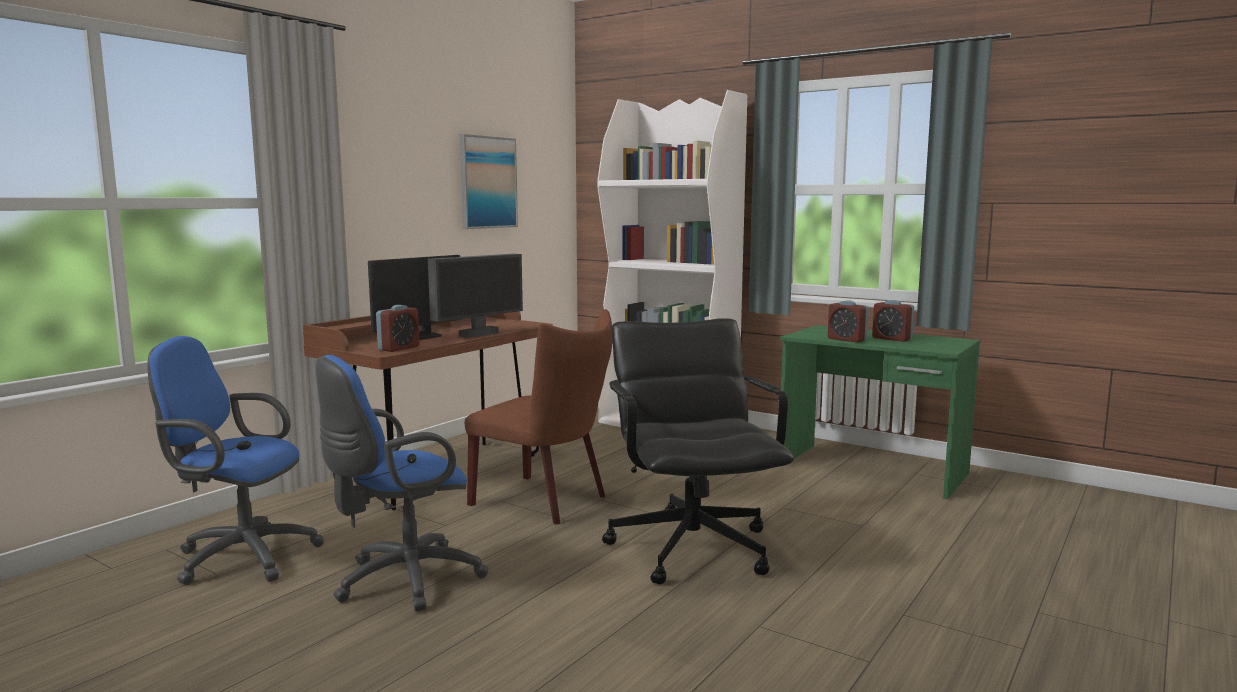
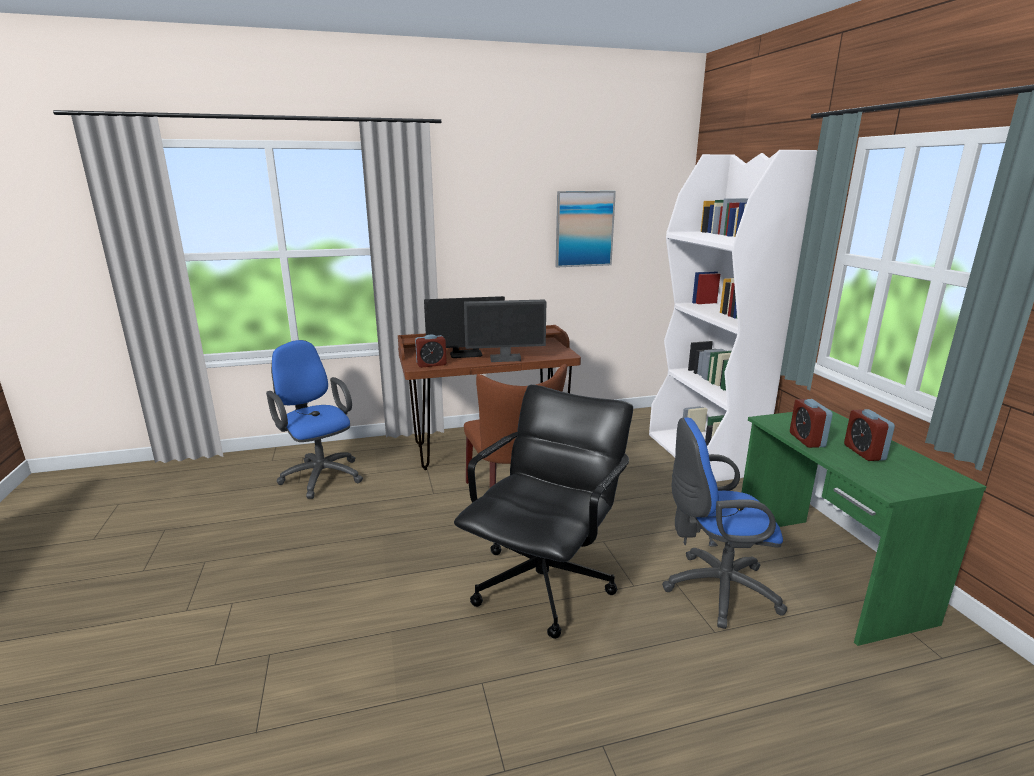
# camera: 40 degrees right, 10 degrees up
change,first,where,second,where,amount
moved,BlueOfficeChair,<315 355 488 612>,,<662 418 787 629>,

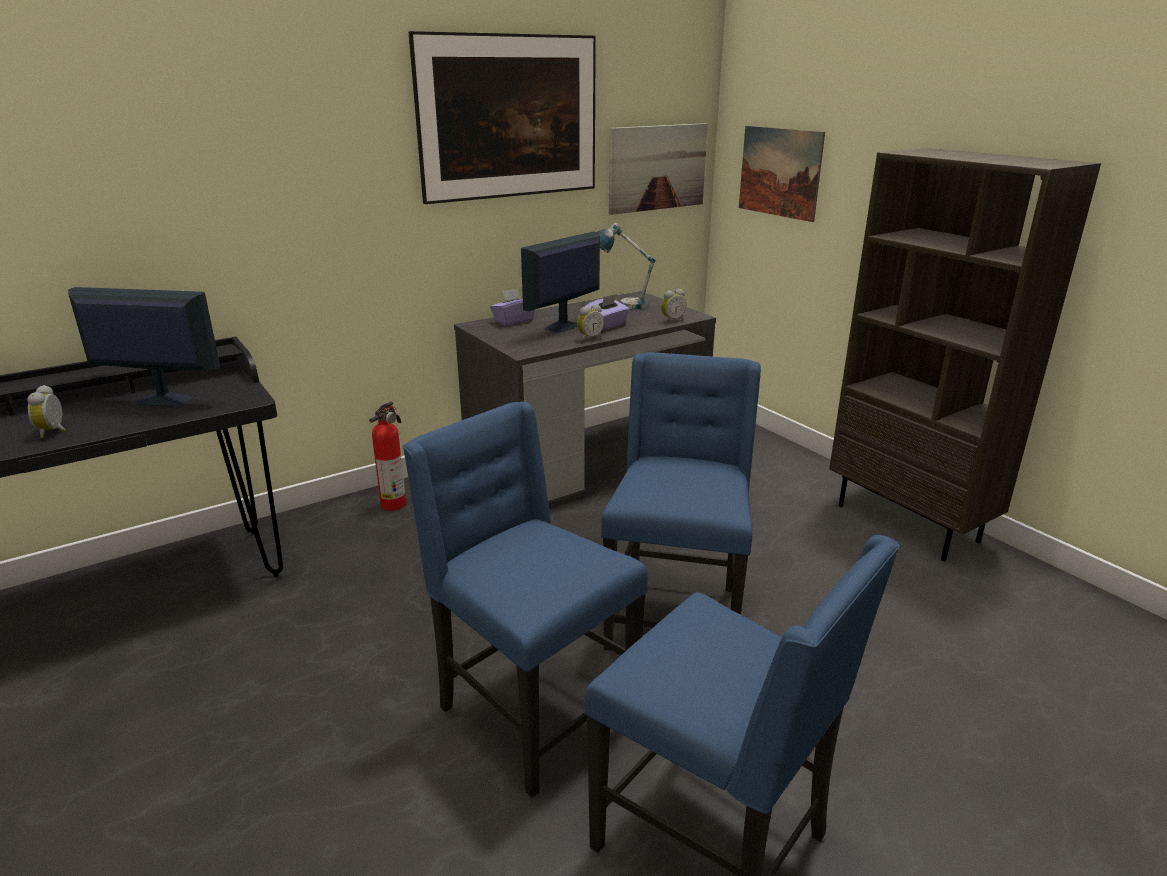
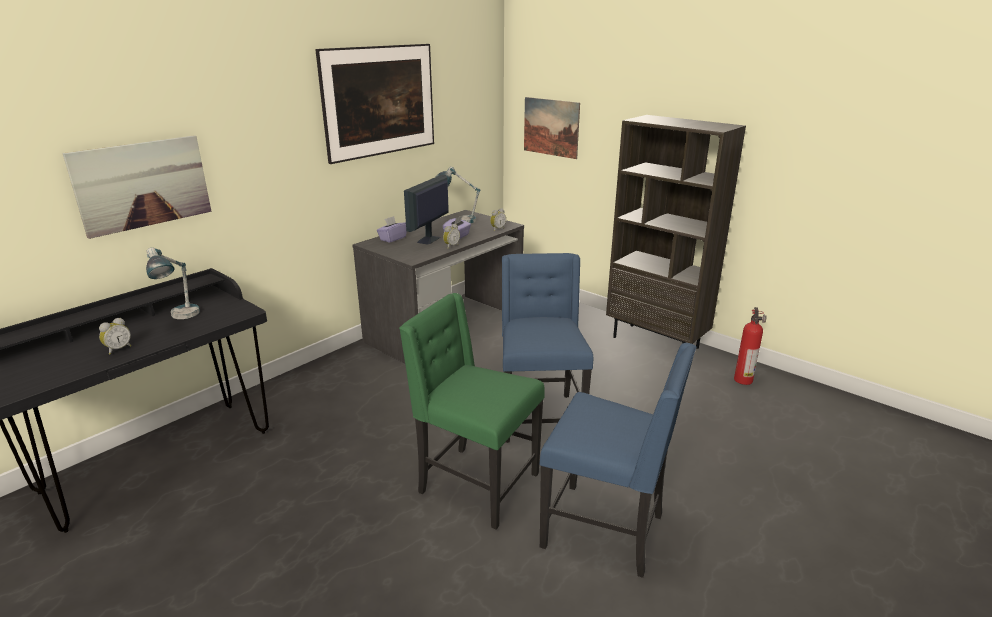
# camera: 15 degrees left, 0 degrees up
change,first,where,second,where,amount
moved,Picture,<609 123 708 215>,,<62 135 211 239>,
replaced,Monitor,<68 287 220 407>,TableLamp,<146 247 200 319>,
turned,AlarmClock,<27 385 65 438>,,<99 317 131 355>,120 degrees counterclockwise
moved,FireExtinguisher,<369 401 406 511>,,<734 307 767 385>,
recoloured,BlueChair,<402 401 648 798>,GreenChair,<399 293 545 530>,

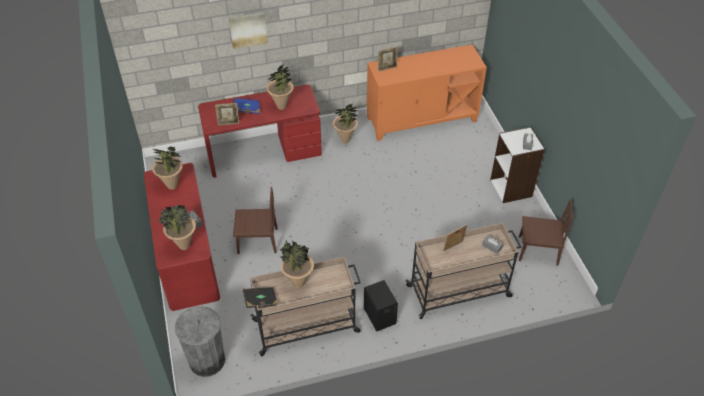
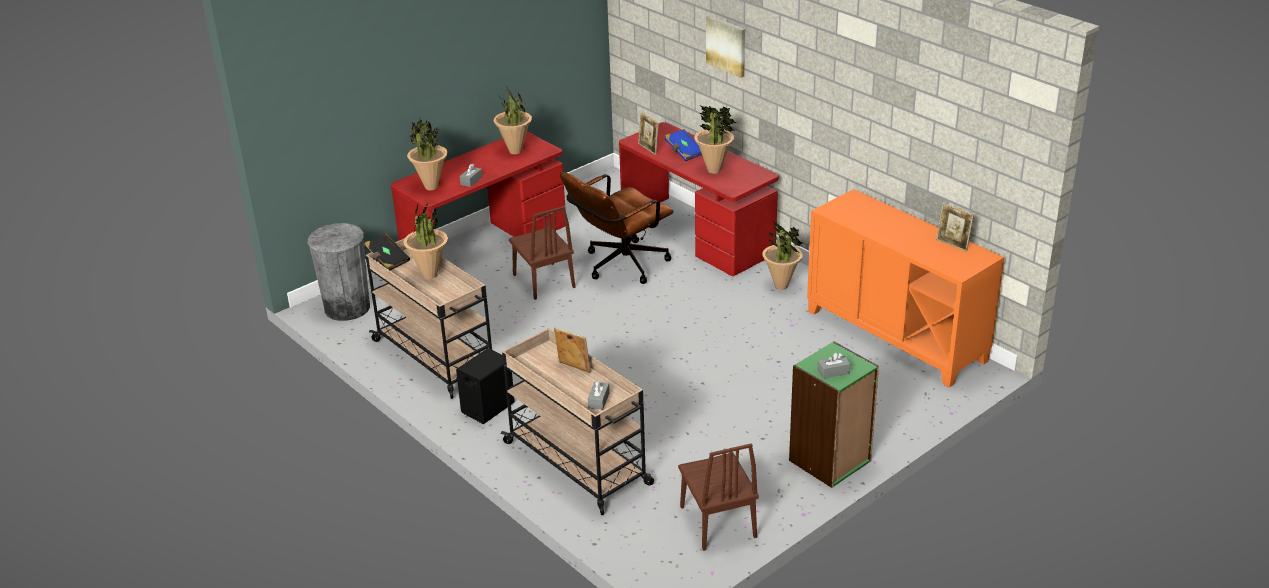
# camera: 65 degrees right, 15 degrees down
change,first,where,second,where,amount
moved,PictureFrame,<378 46 398 72>,,<936 203 974 252>,
recoloured,WhiteBookcase,<490 127 545 203>,GreenBookcase,<789 341 879 488>,
added,,,BrownOfficeChair,<560 172 673 284>,

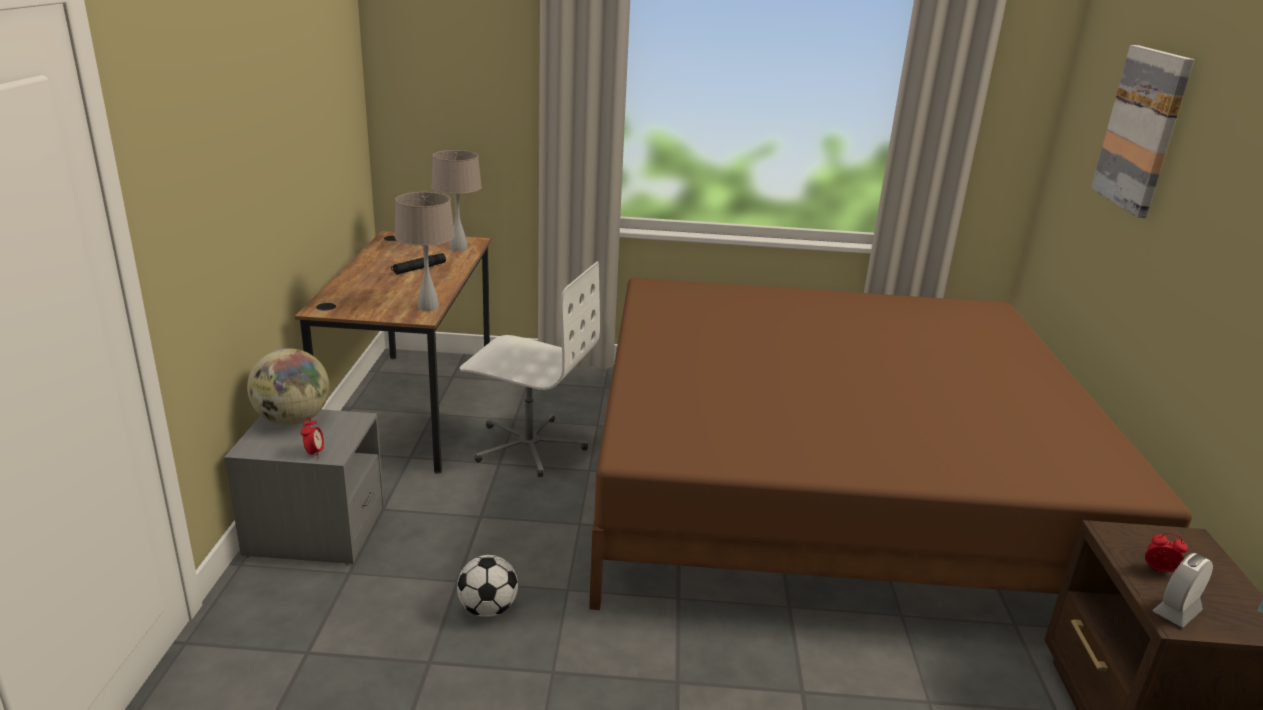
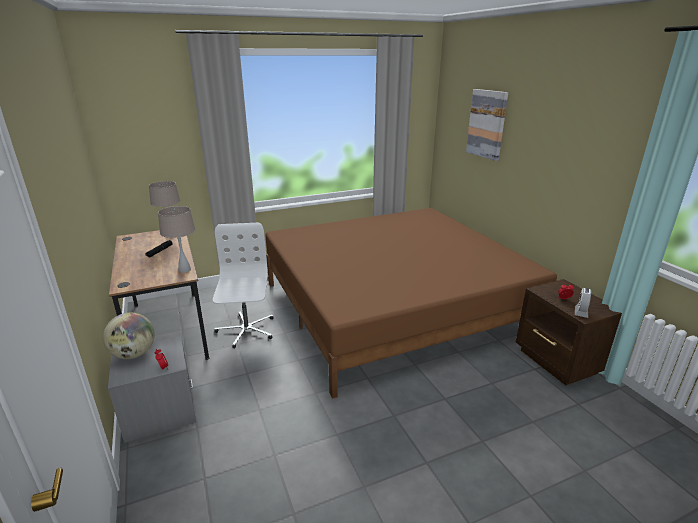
# camera: 25 degrees left, 0 degrees up
change,first,where,second,where,amount
turned,WhiteOfficeChair,<460 261 600 477>,,<213 223 274 348>,90 degrees counterclockwise
removed,Football,<457 555 518 617>,,,

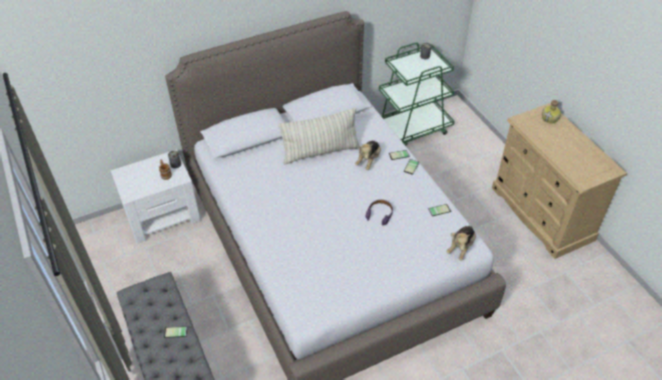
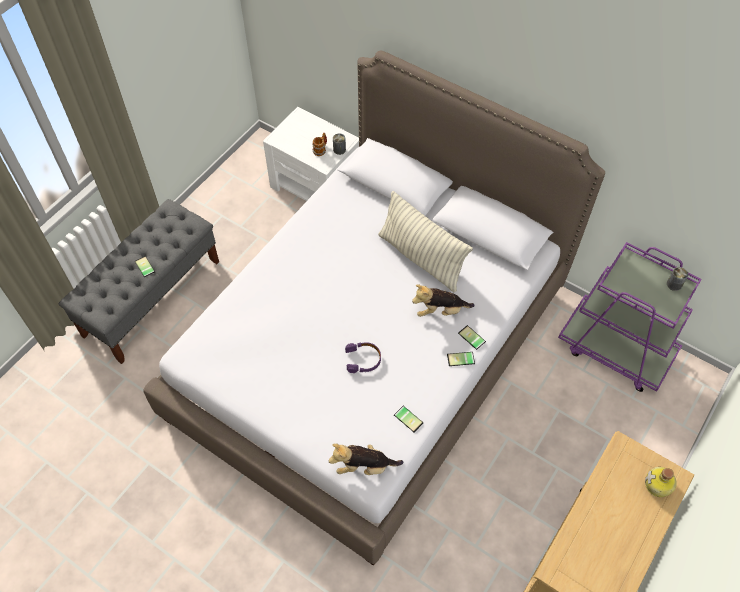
# camera: 60 degrees right, 10 degrees up
change,first,where,second,where,amount
recoloured,GreenCart,<379 42 454 146>,PurpleCart,<558 242 702 392>,

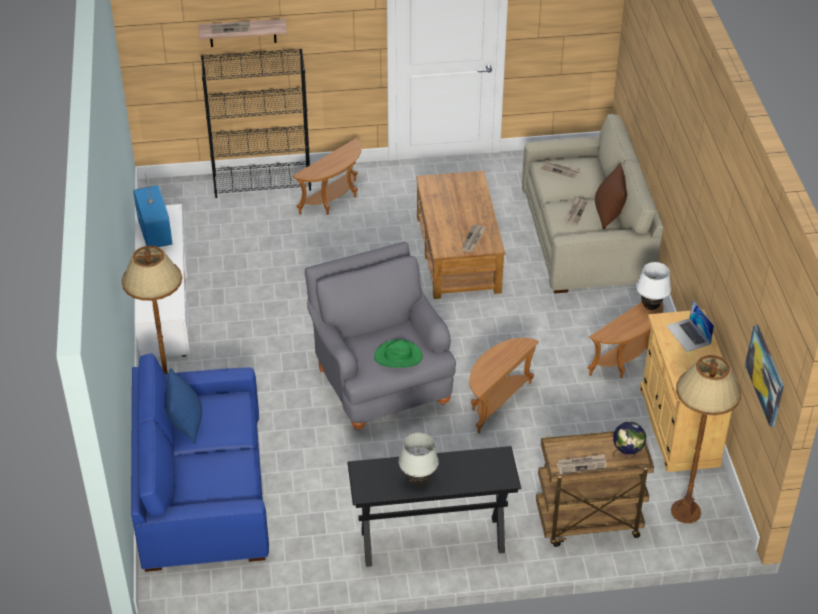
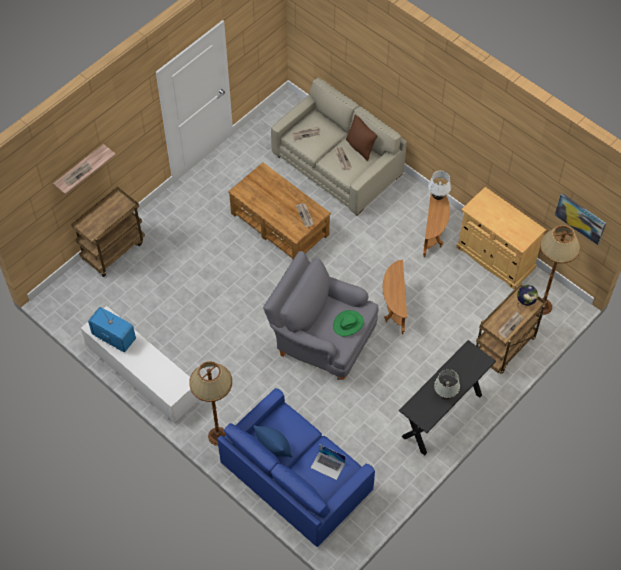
# camera: 40 degrees left, 15 degrees up
change,first,where,second,where,amount
replaced,BlackBookcase,<201 48 311 198>,BrownCart,<71 187 145 277>,
removed,BrownSideTable,<292 138 362 215>,,,
moved,Laptop,<666 300 714 352>,,<311 444 346 480>,

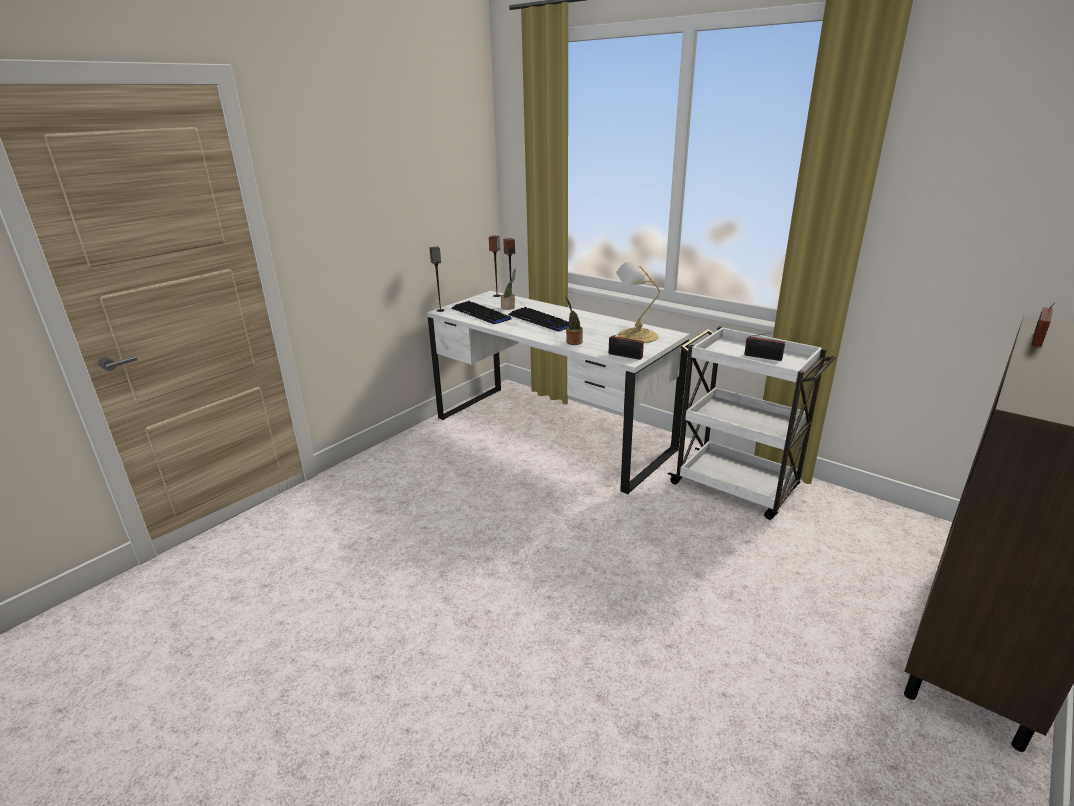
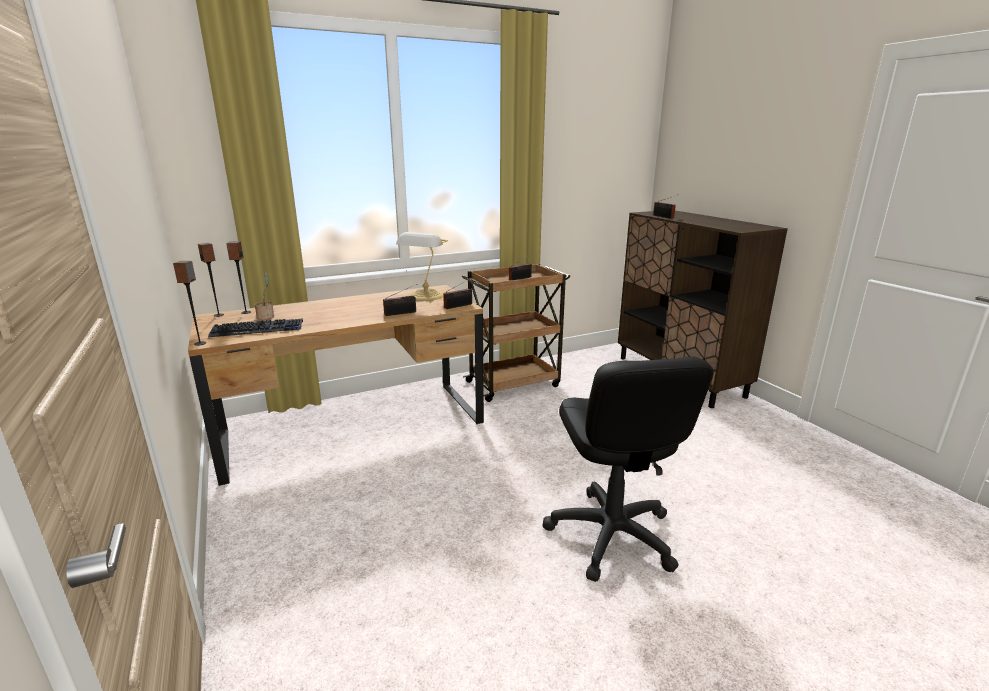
# camera: 65 degrees left, 5 degrees down
change,first,where,second,where,amount
recoloured,WhiteDesk,<427 291 690 494>,BrownDesk,<188 285 484 486>,
replaced,PottedPlant,<565 297 583 345>,Radio,<383 285 416 316>,
removed,Keyboard,<508 307 569 332>,,,
recoloured,WhiteCart,<668 326 836 520>,BrownCart,<462 264 571 402>,
added,,,BlackOfficeChair,<543 357 714 582>,

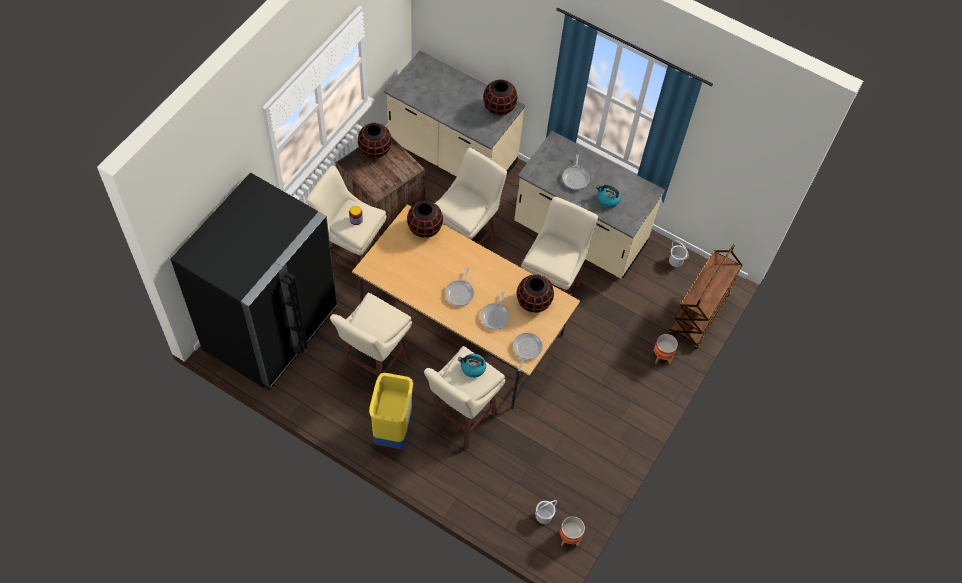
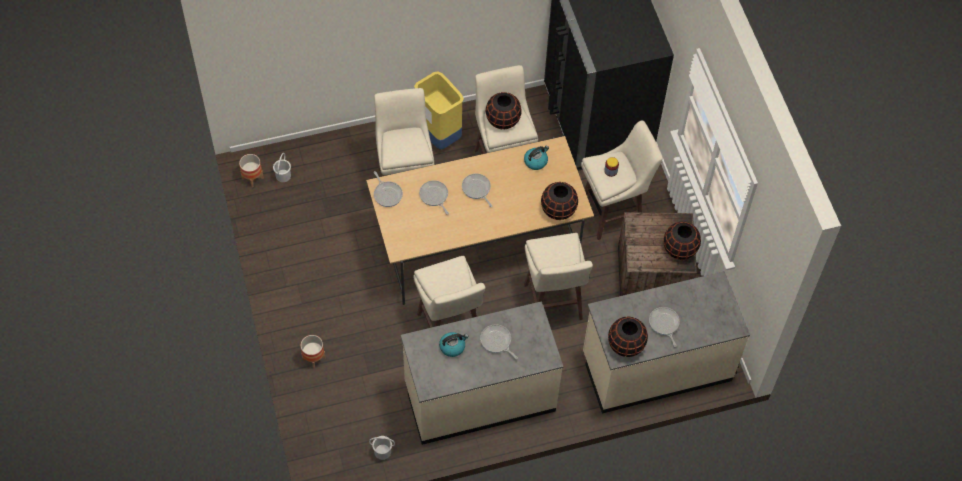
# camera: 135 degrees right, 0 degrees up
change,first,where,second,where,amount
removed,BrownCart,<668 244 743 349>,,,
moved,BlackVase,<517 274 554 313>,,<486 92 522 129>,
moved,Kettle,<458 354 486 378>,,<524 146 549 170>,
added,,,FryingPan,<649 307 680 347>,

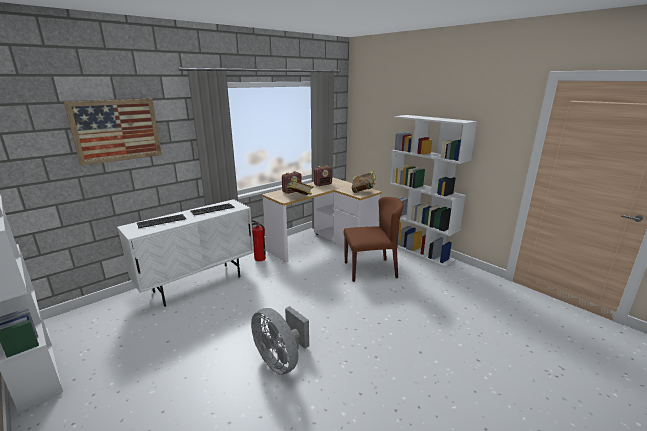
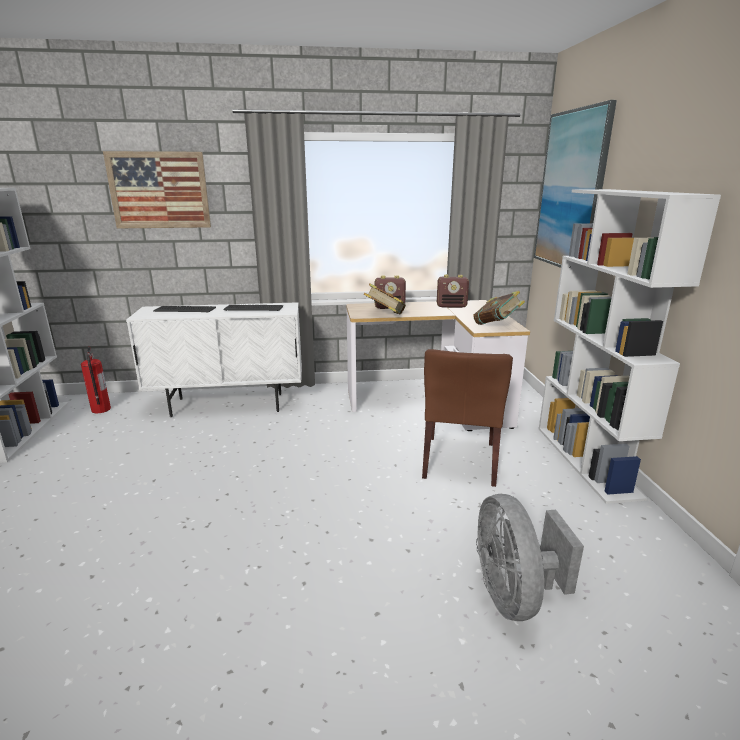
# camera: 35 degrees right, 0 degrees up
change,first,where,second,where,amount
turned,BrownChair,<344 197 404 282>,,<422 349 513 487>,75 degrees clockwise
moved,FireExtinguisher,<251 220 266 261>,,<81 347 111 414>,
moved,GreyFan,<251 306 309 375>,,<476 494 584 621>,
added,,,Picture,<534 100 617 268>,

